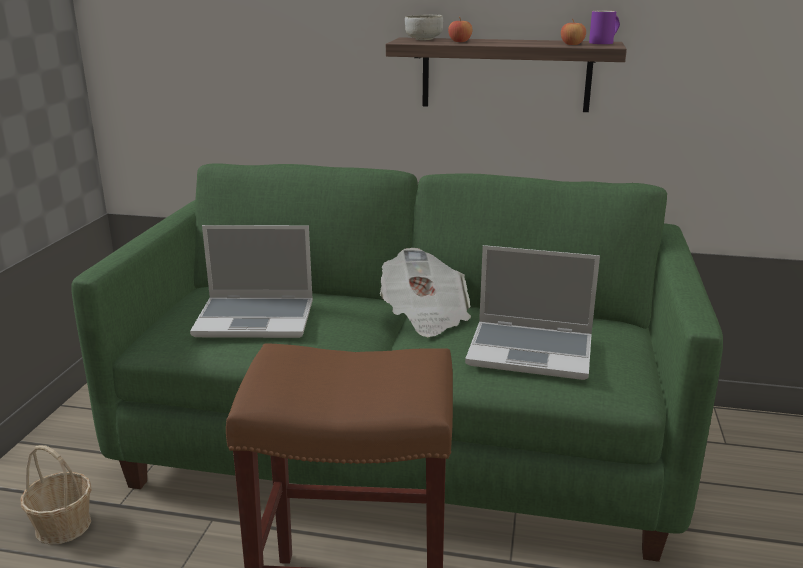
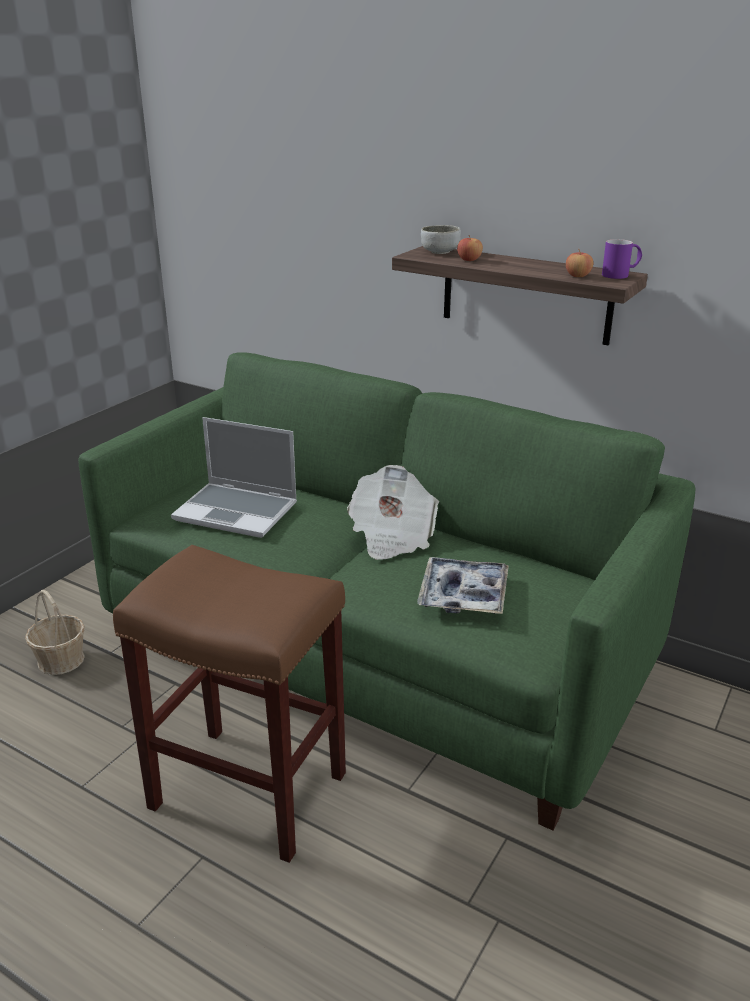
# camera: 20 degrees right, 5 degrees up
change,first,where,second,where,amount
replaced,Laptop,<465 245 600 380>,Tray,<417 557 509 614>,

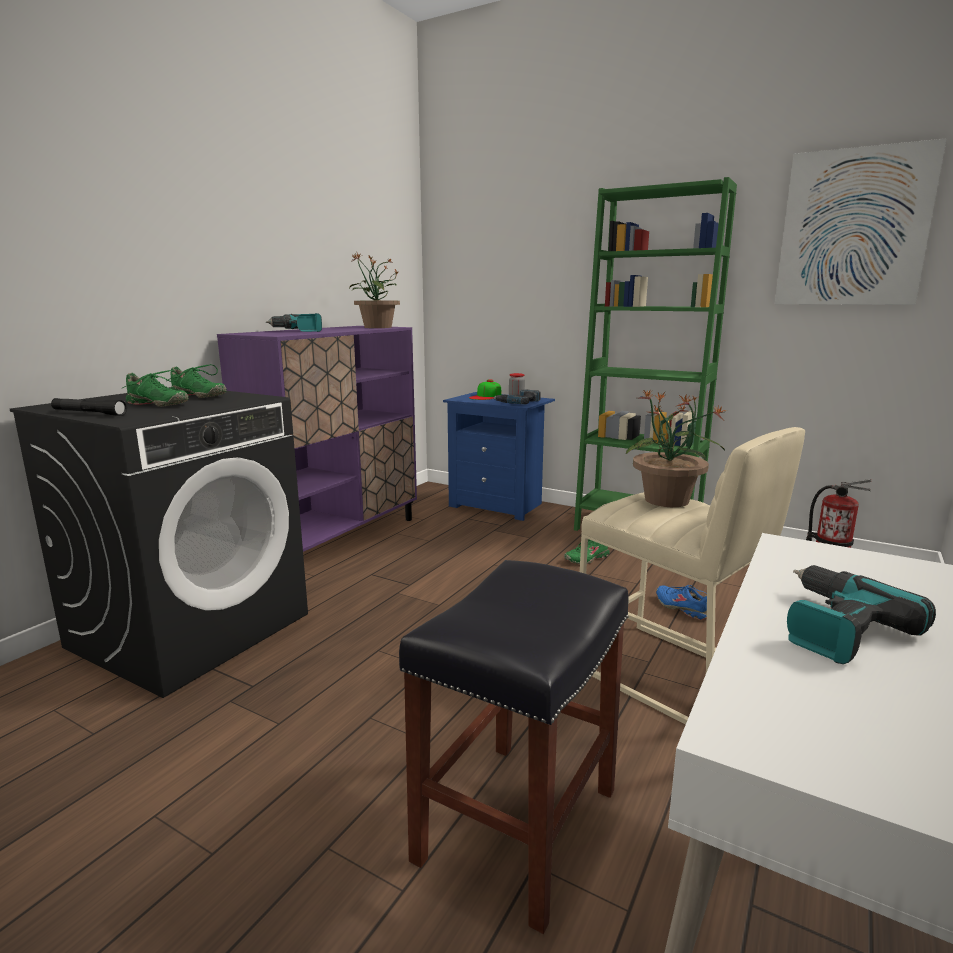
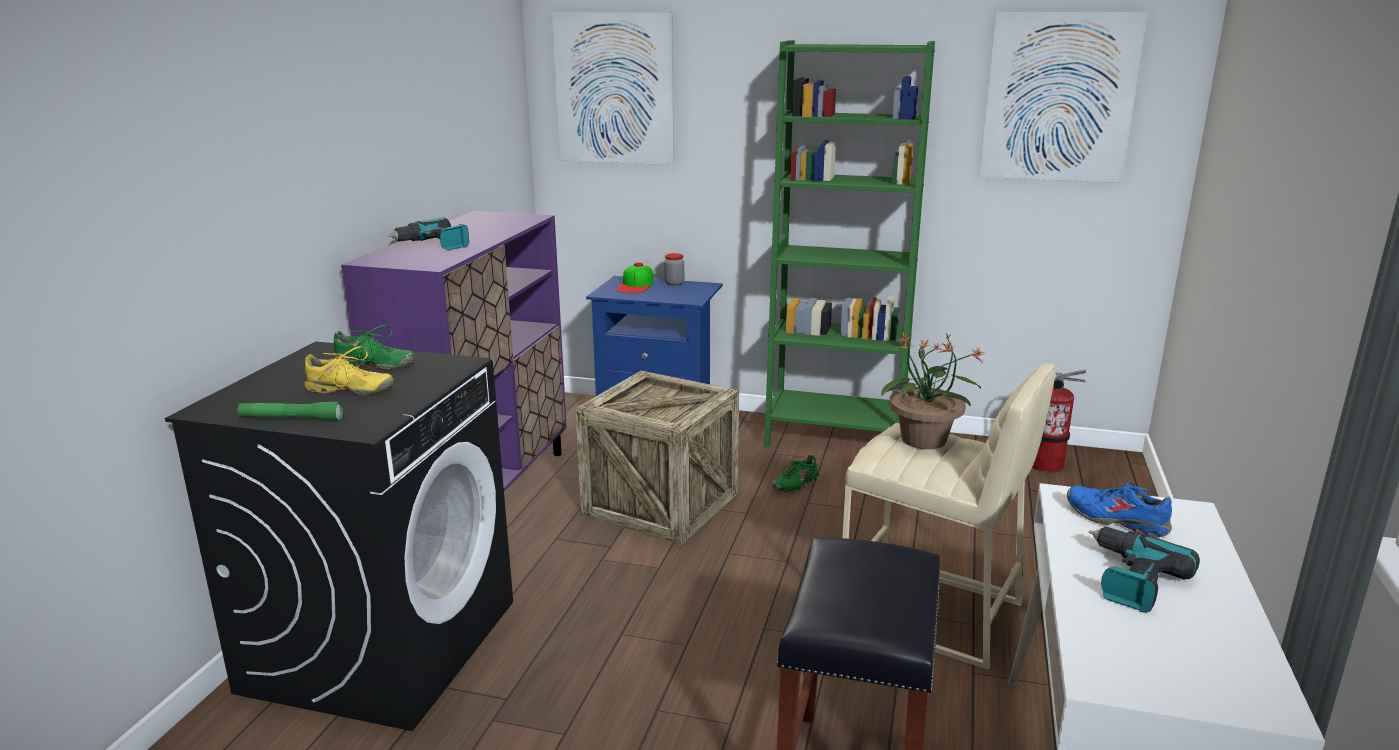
# camera: 15 degrees left, 5 degrees up
change,first,where,second,where,amount
removed,PottedPlant,<349 253 400 328>,,,
recoloured,GreenShoe,<121 370 189 407>,YellowShoe,<304 346 394 396>,
removed,PowerDrill,<493 389 541 405>,,,
recoloured,BlackFlashlight,<51 398 127 416>,GreenFlashlight,<238 402 343 420>,
moved,BlueShoe,<656 585 707 620>,,<1067 482 1172 537>,
added,,,Picture,<552 13 674 165>,
added,,,Crate,<575 371 739 545>,

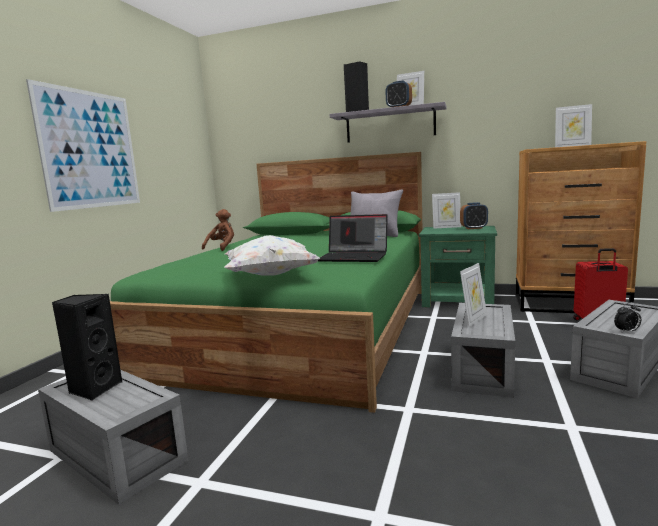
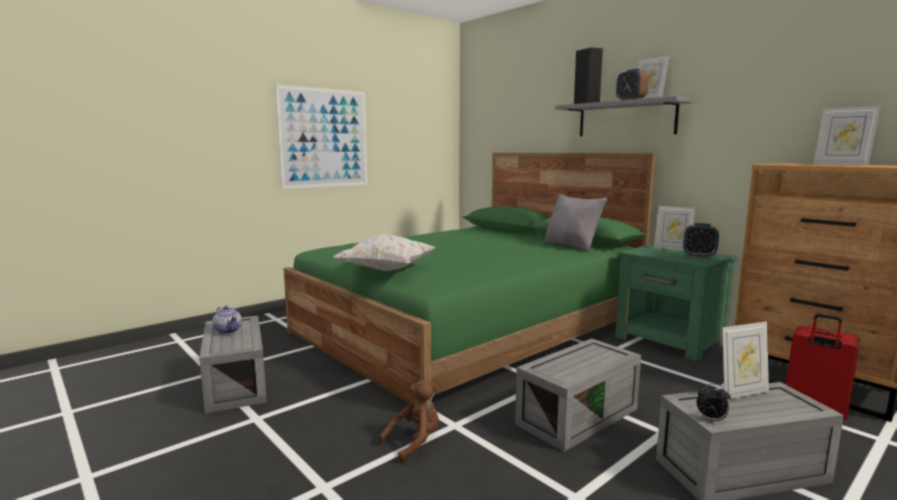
# camera: 30 degrees right, 0 degrees up
change,first,where,second,where,amount
moved,BrownPlushToy,<202 209 234 251>,,<379 379 439 463>,
removed,Laptop,<318 214 388 262>,,,
moved,PictureFrame,<460 263 487 327>,,<722 321 769 400>,
replaced,BlackSpeaker,<52 294 122 401>,Teapot,<213 306 242 334>,

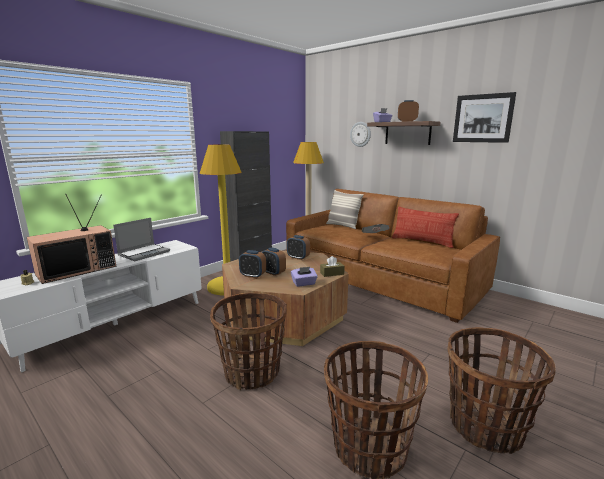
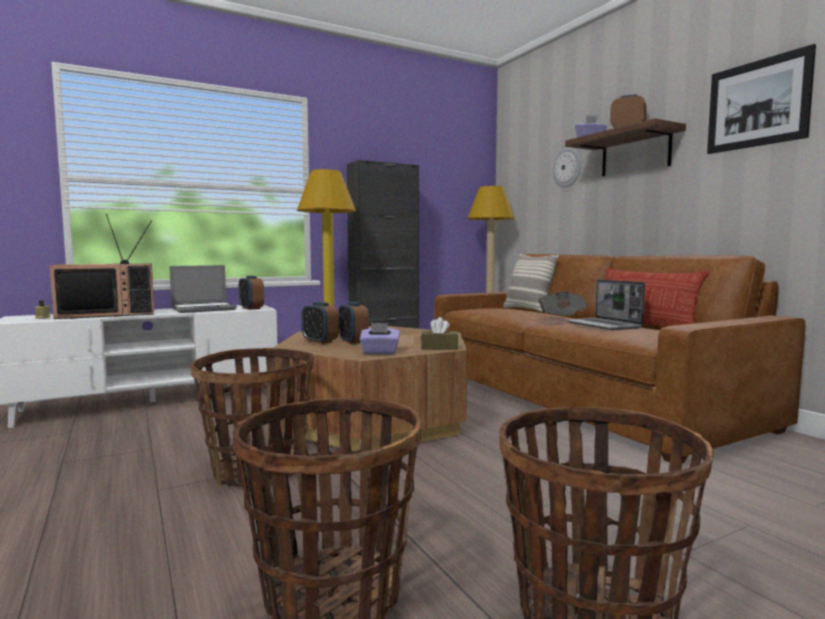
# camera: 20 degrees right, 10 degrees down
change,first,where,second,where,amount
moved,AlarmClock,<287 235 310 260>,,<239 276 264 310>,
added,,,Laptop,<565 279 645 330>,

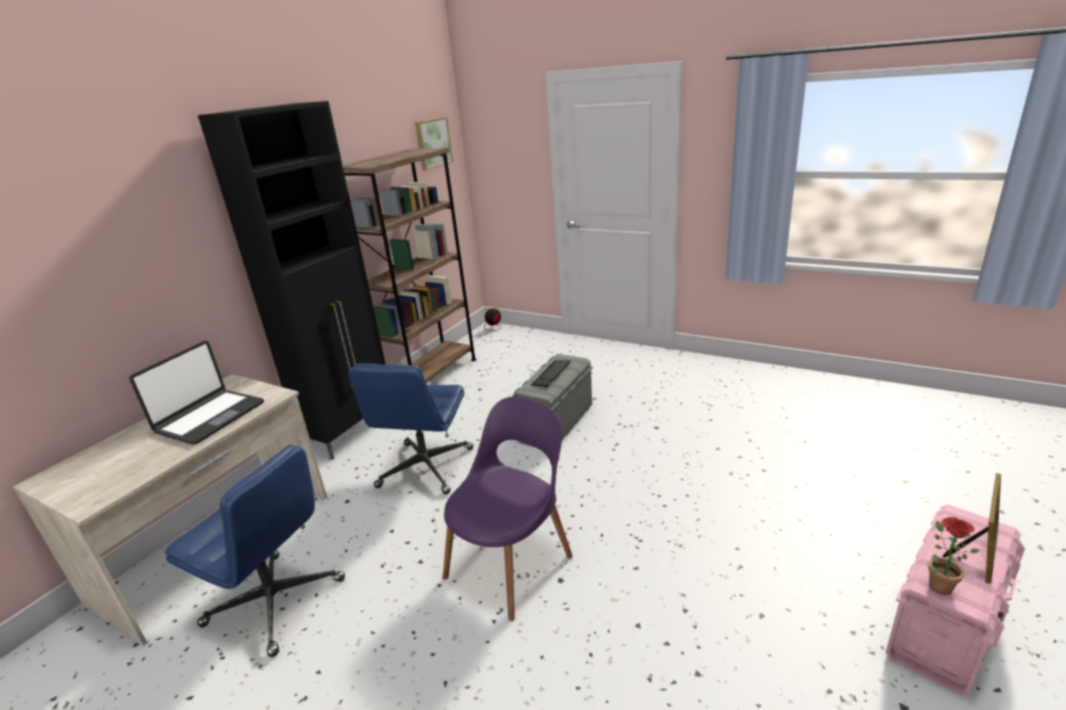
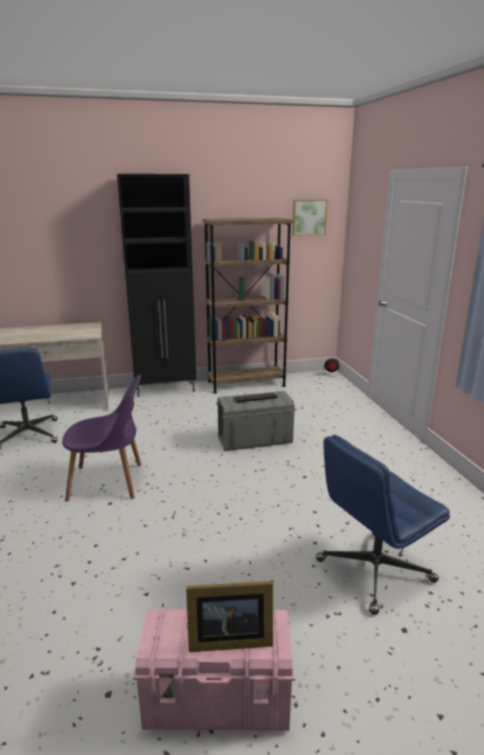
# camera: 45 degrees right, 5 degrees down
change,first,where,second,where,amount
removed,Laptop,<129 341 264 445>,,,
moved,BlueOfficeChair,<349 363 473 494>,,<316 435 450 615>,
removed,PottedPlant,<928 517 980 595>,,,

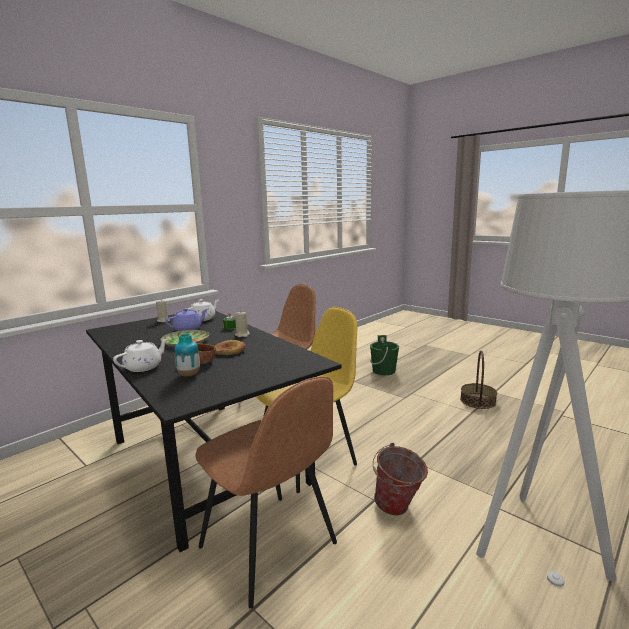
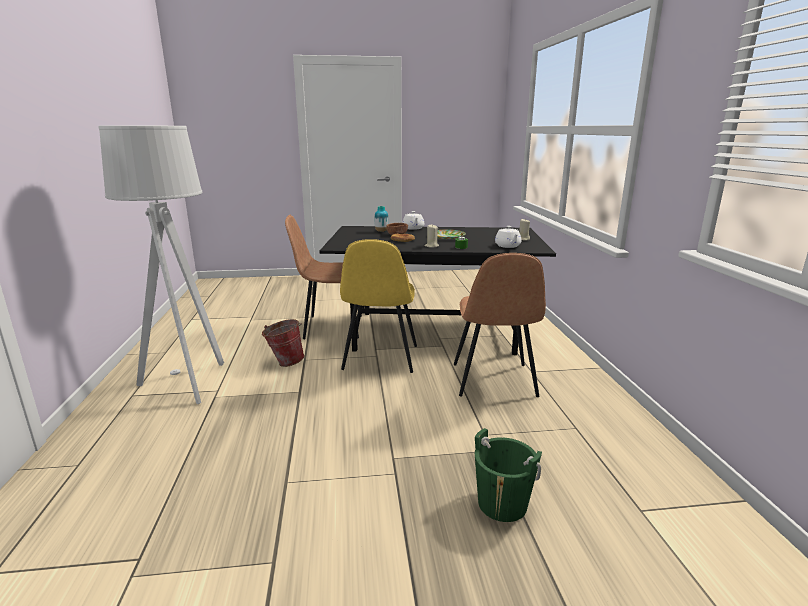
# camera: 130 degrees right, 5 degrees up
change,first,where,second,where,amount
removed,PurpleTeapot,<165 308 208 331>,,,
removed,Basket,<460 350 497 409>,,,

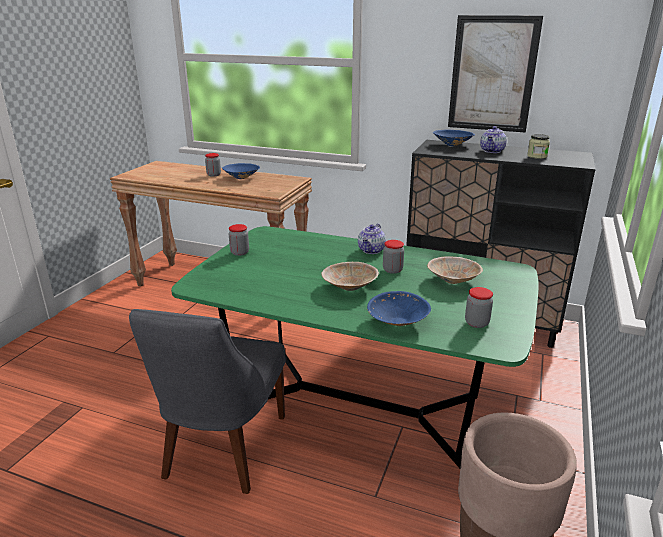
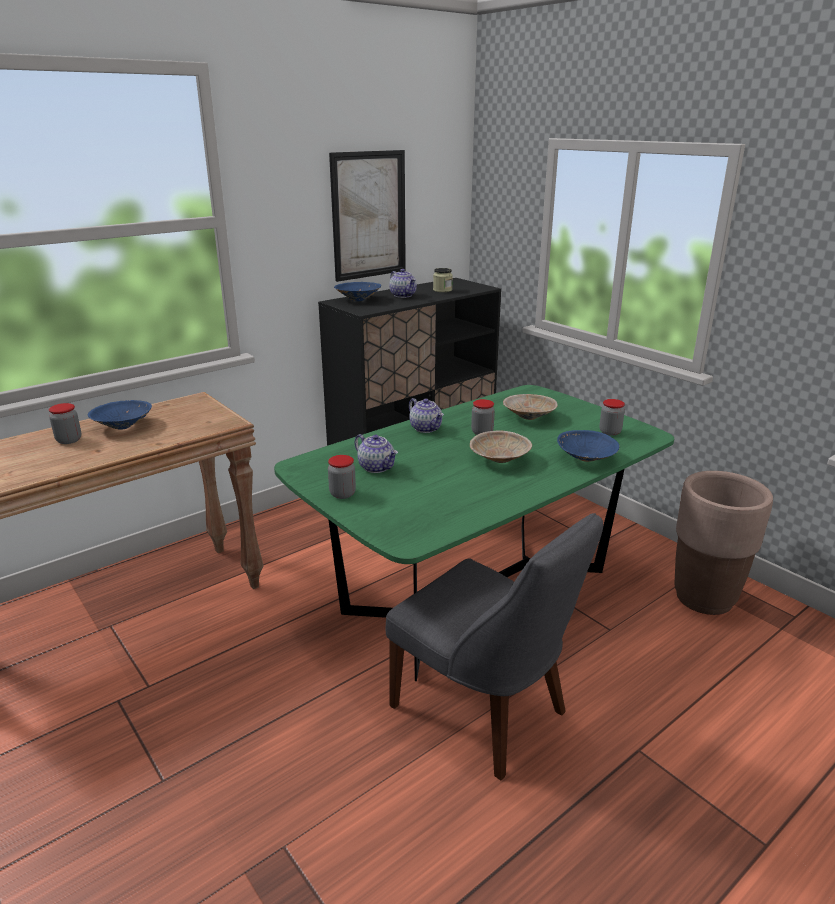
# camera: 60 degrees left, 0 degrees up
change,first,where,second,where,amount
added,,,Teapot,<355 434 398 473>,

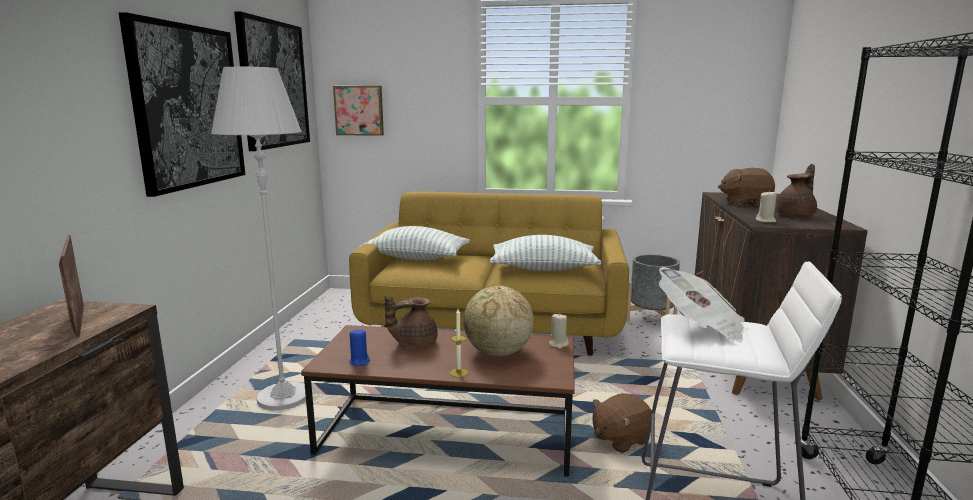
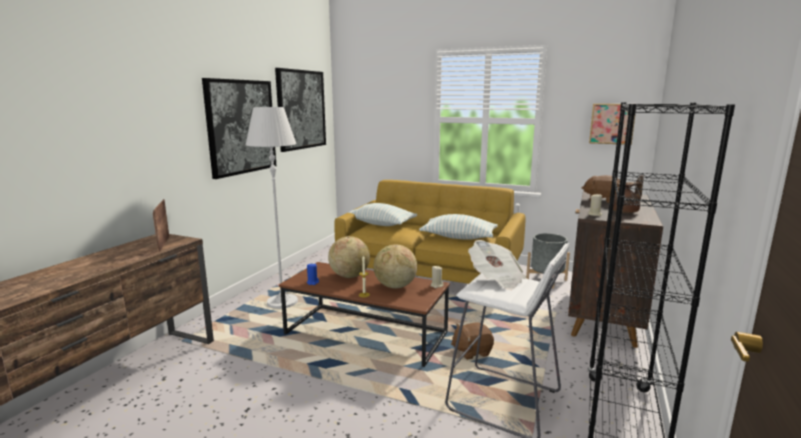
# camera: 15 degrees right, 0 degrees up
change,first,where,second,where,amount
moved,Picture,<333 86 384 136>,,<589 104 636 145>,
replaced,BrownTeapot,<385 296 438 348>,Globe,<328 236 370 278>,

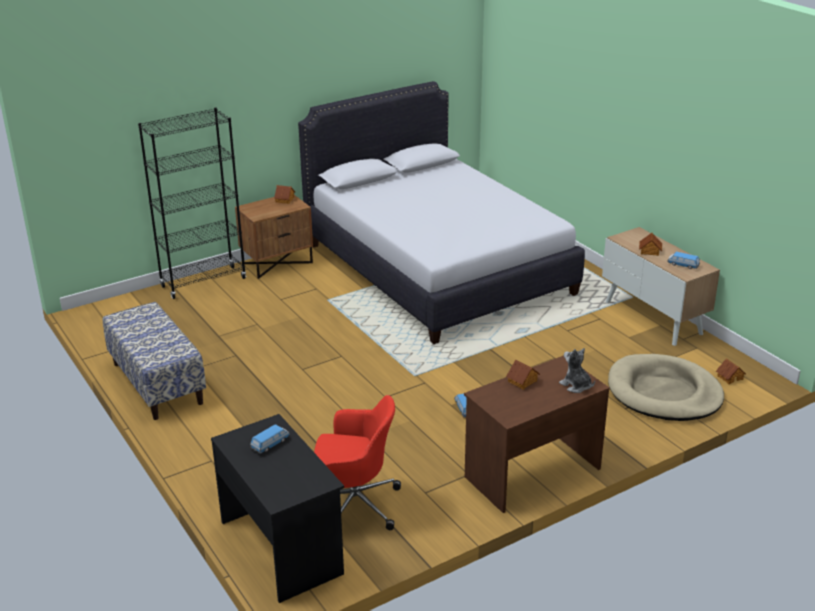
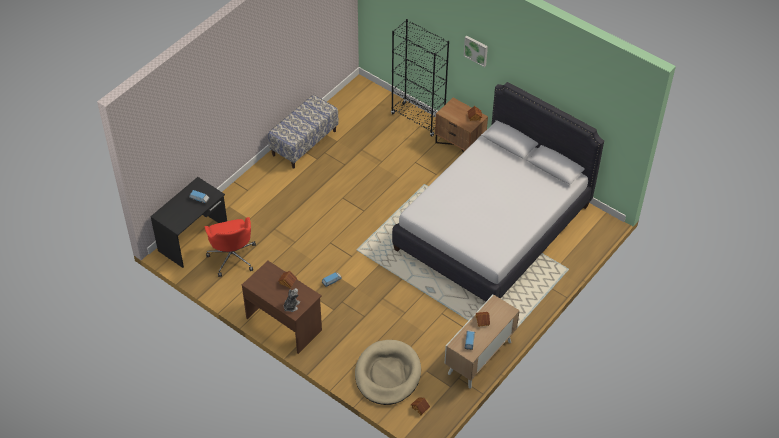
# camera: 70 degrees right, 20 degrees up
change,first,where,second,where,amount
added,,,Picture,<464 36 488 67>,

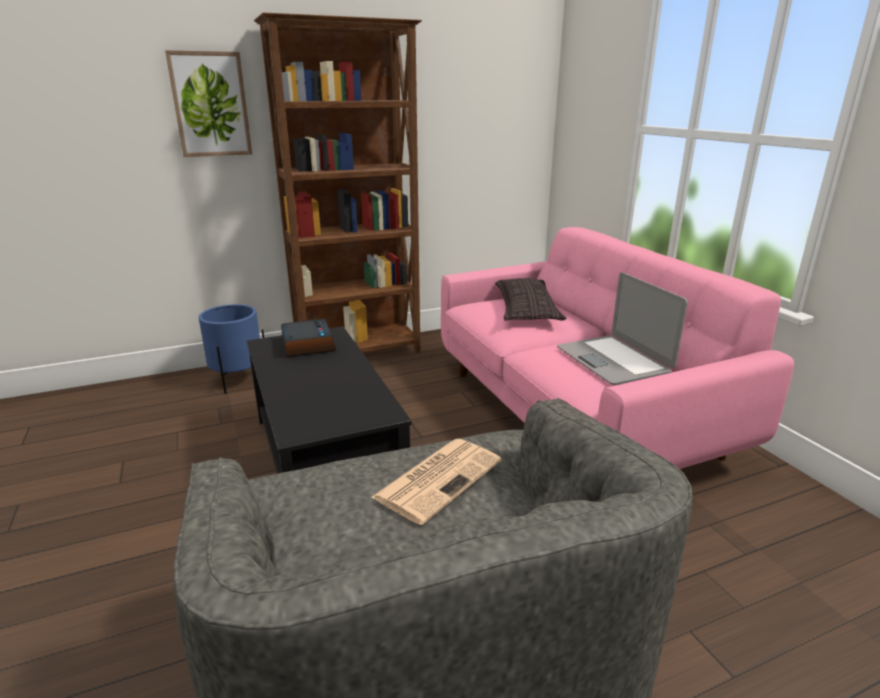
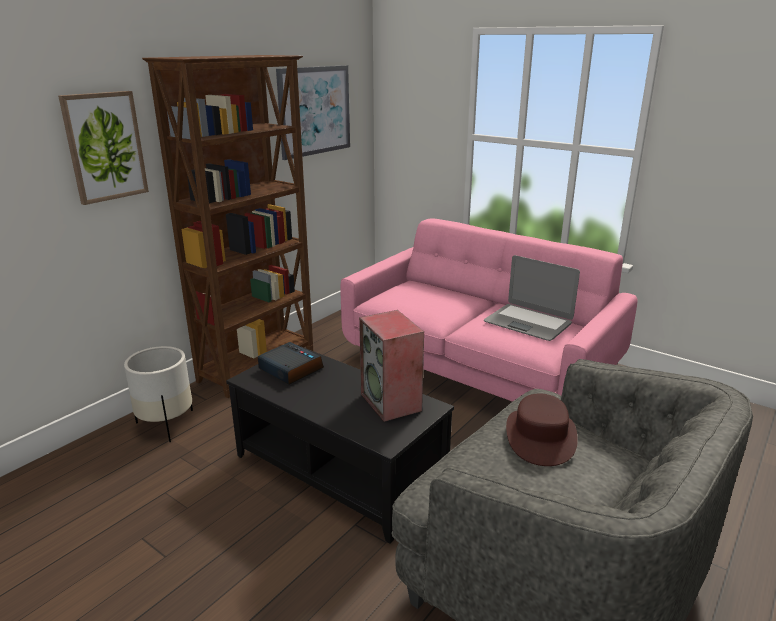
# camera: 30 degrees left, 0 degrees up
change,first,where,second,where,amount
removed,Pillow,<495 278 566 321>,,,
recoloured,BluePlanter,<199 304 264 394>,WhitePlanter,<124 346 193 442>,
replaced,Newspaper,<371 439 501 525>,BrownHat,<506 393 578 466>,
added,,,Picture,<276 65 350 160>,
added,,,Speaker,<359 310 424 422>,

